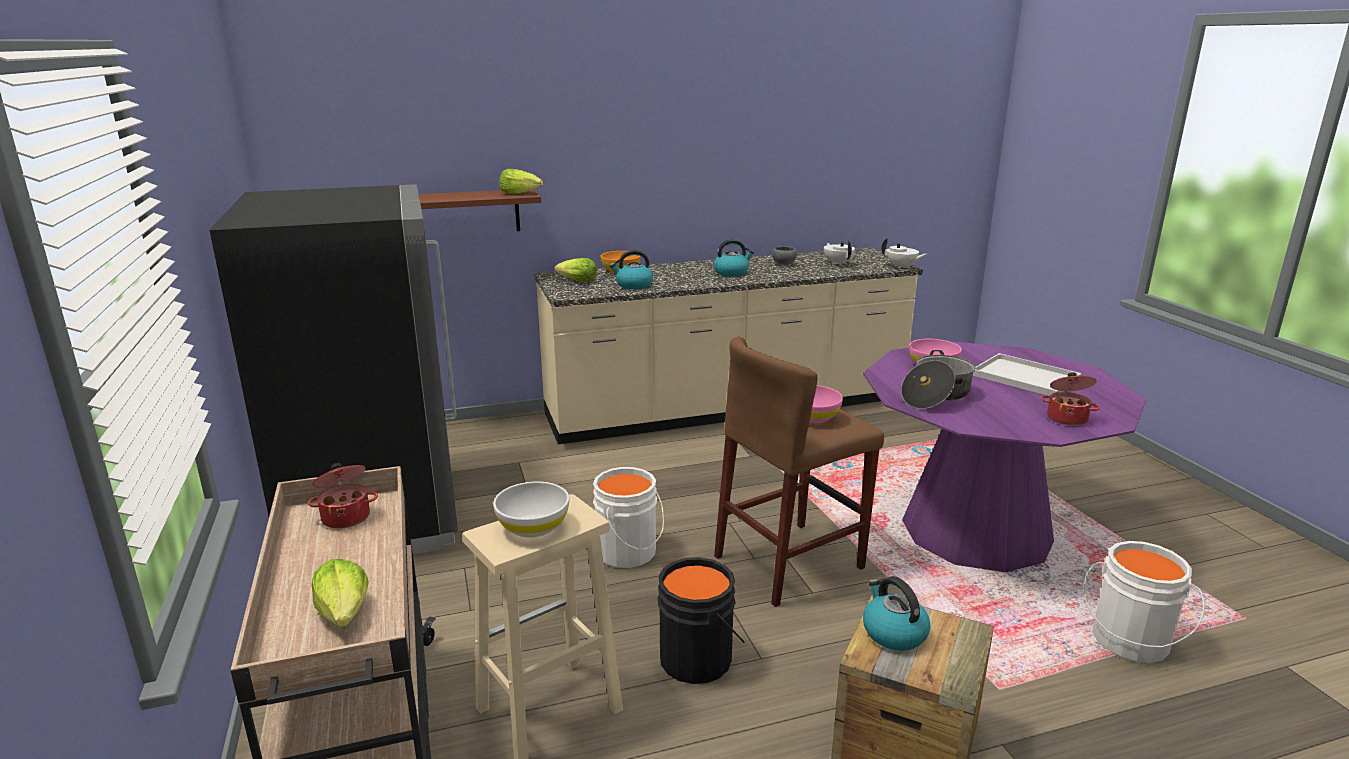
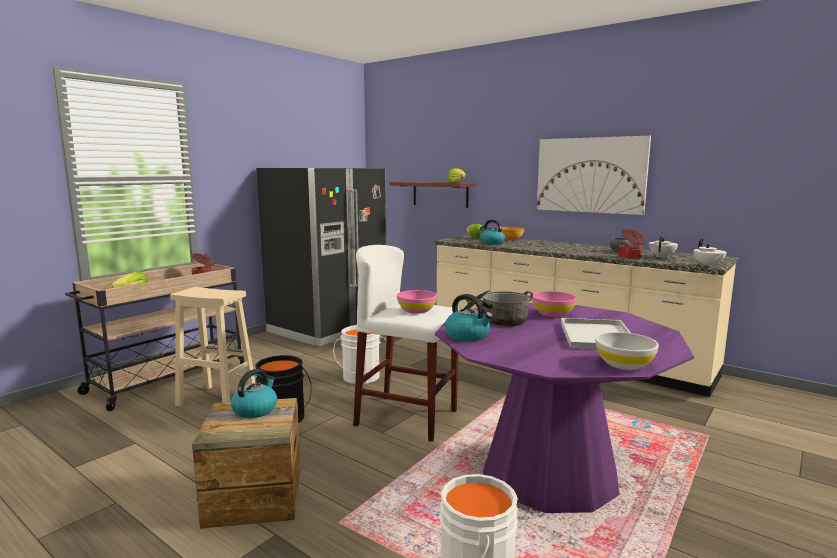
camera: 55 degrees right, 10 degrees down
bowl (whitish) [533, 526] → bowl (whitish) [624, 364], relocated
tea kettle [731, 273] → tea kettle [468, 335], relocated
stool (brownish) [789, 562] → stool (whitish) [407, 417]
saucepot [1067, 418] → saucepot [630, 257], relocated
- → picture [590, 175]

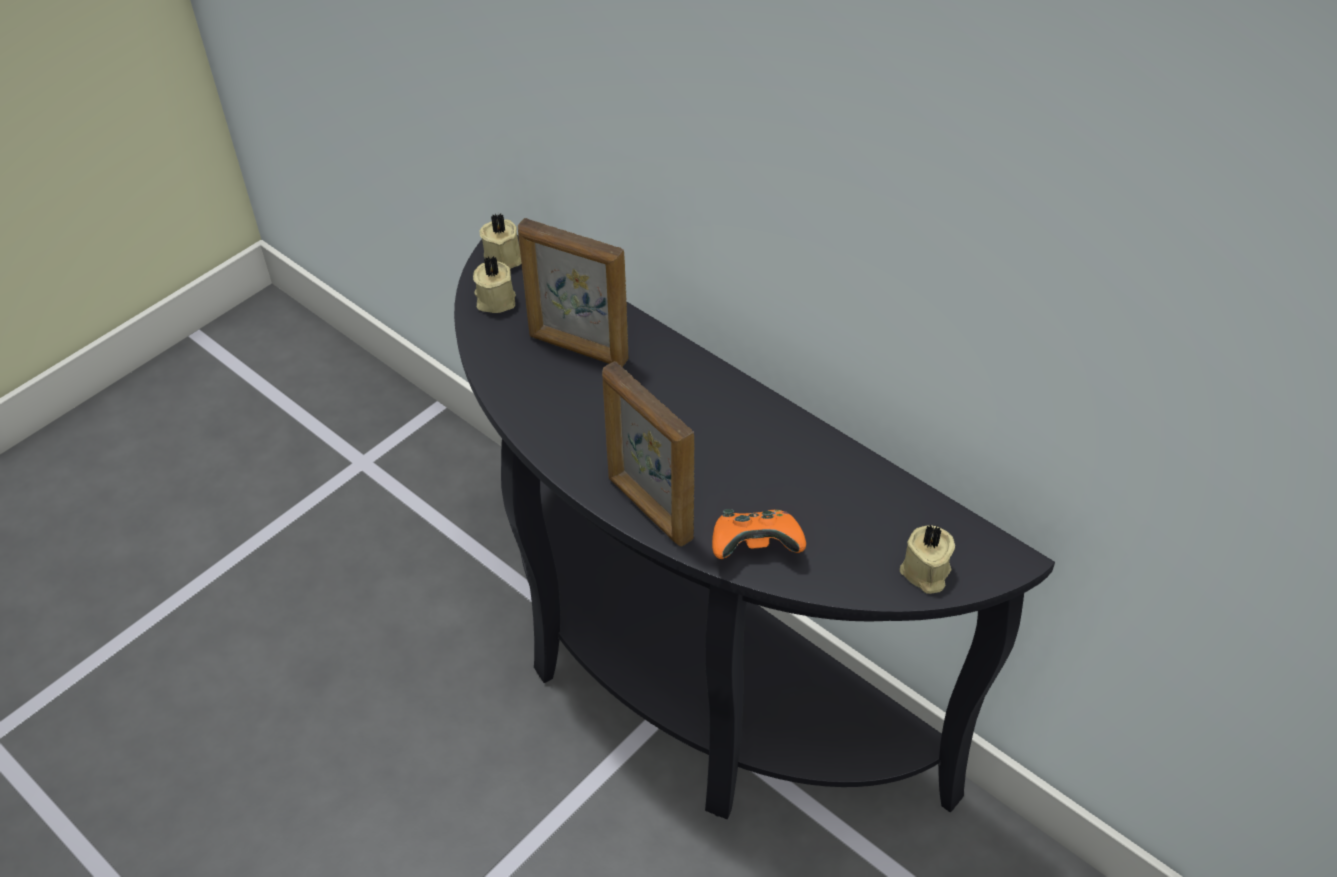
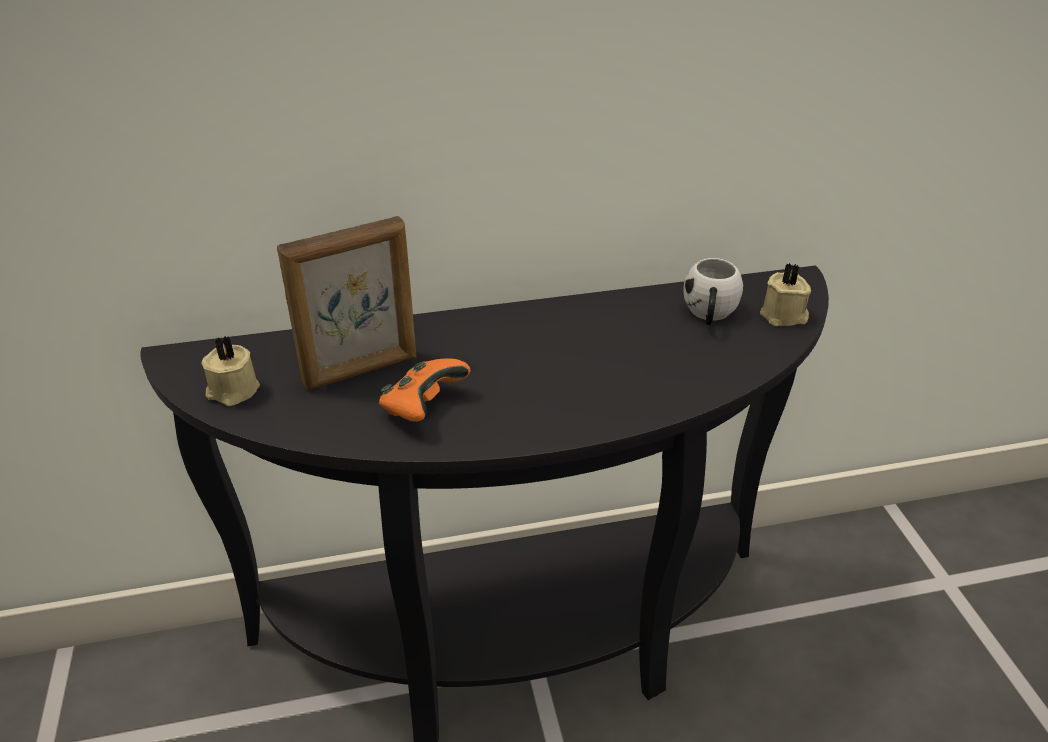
camera: 55 degrees left, 10 degrees down
wax candle (sand-coloured) [504, 257] → -
photo frame [649, 508] → -
gamepad (orange-coloured) [756, 548] → gamepad (orange-coloured) [423, 406], relocated
- → mug (whitish) [709, 315]

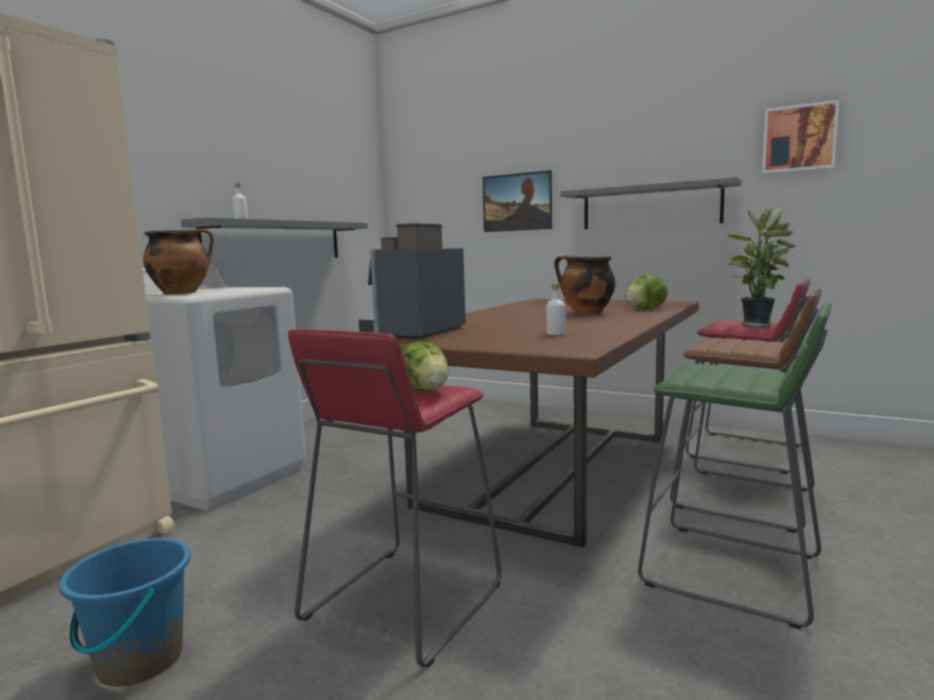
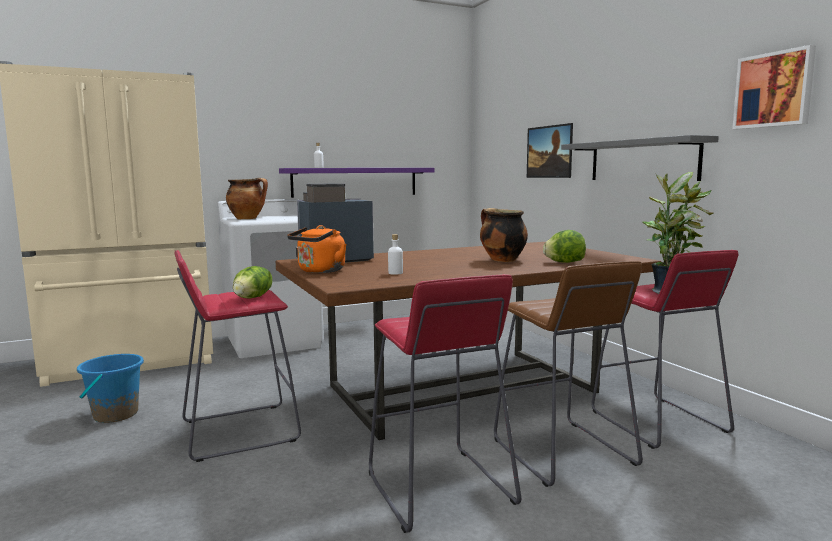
camera: 35 degrees right, 0 degrees up
wall shelf (gray) [275, 241] → wall shelf (purplish) [355, 182]
stool (greenish) [733, 572] → stool (red-coloured) [438, 489]
- → tea kettle (orange-coloured) [320, 271]

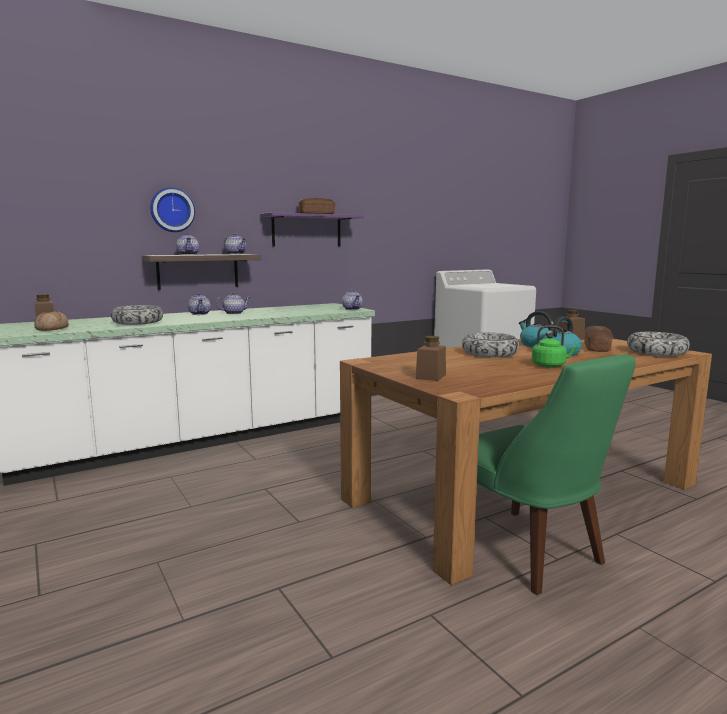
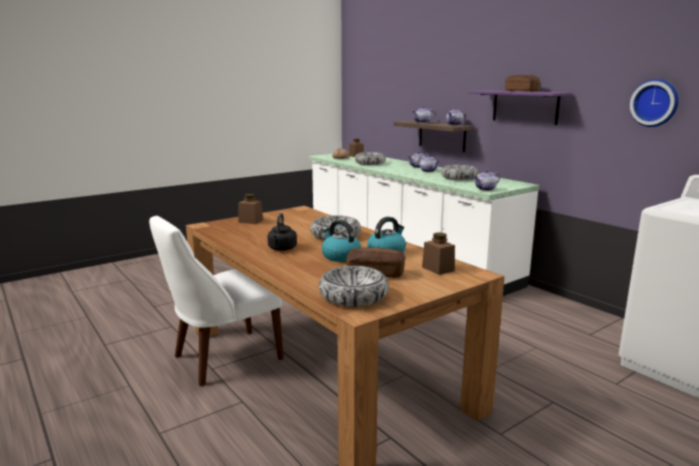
camera: 85 degrees right, 5 degrees up
hanging clock [172, 210] → hanging clock [655, 103], relocated
chair (greenish) [528, 553] → chair (whitish) [223, 358]
tea kettle (greenish) [550, 366] → tea kettle (black-coloured) [282, 249]
- → bowl [459, 178]

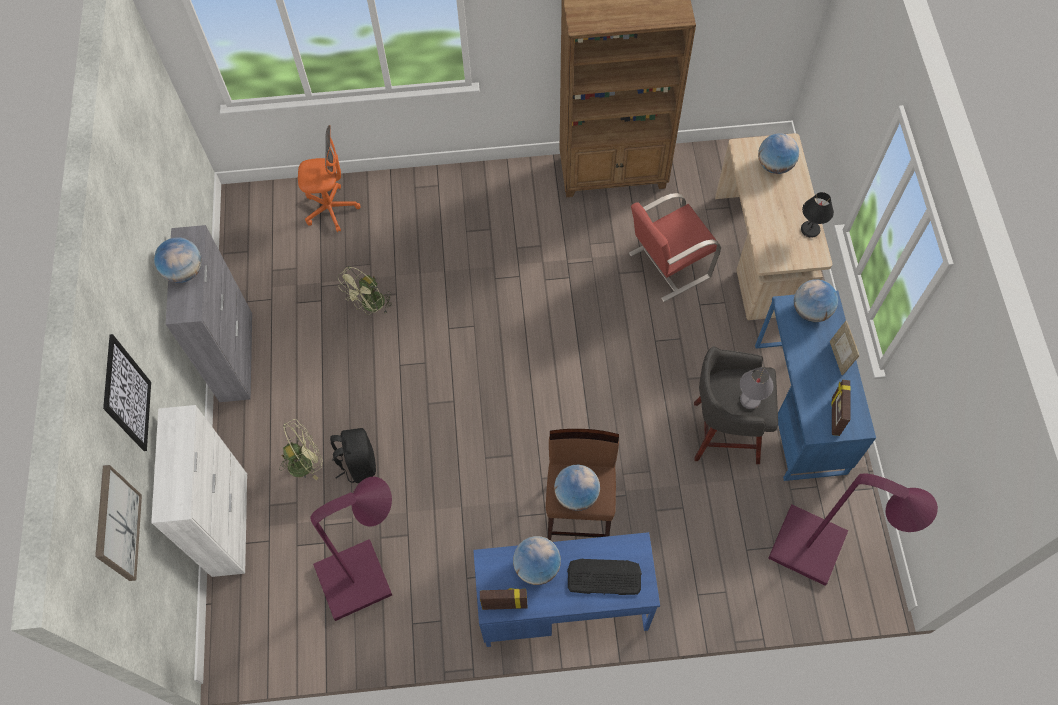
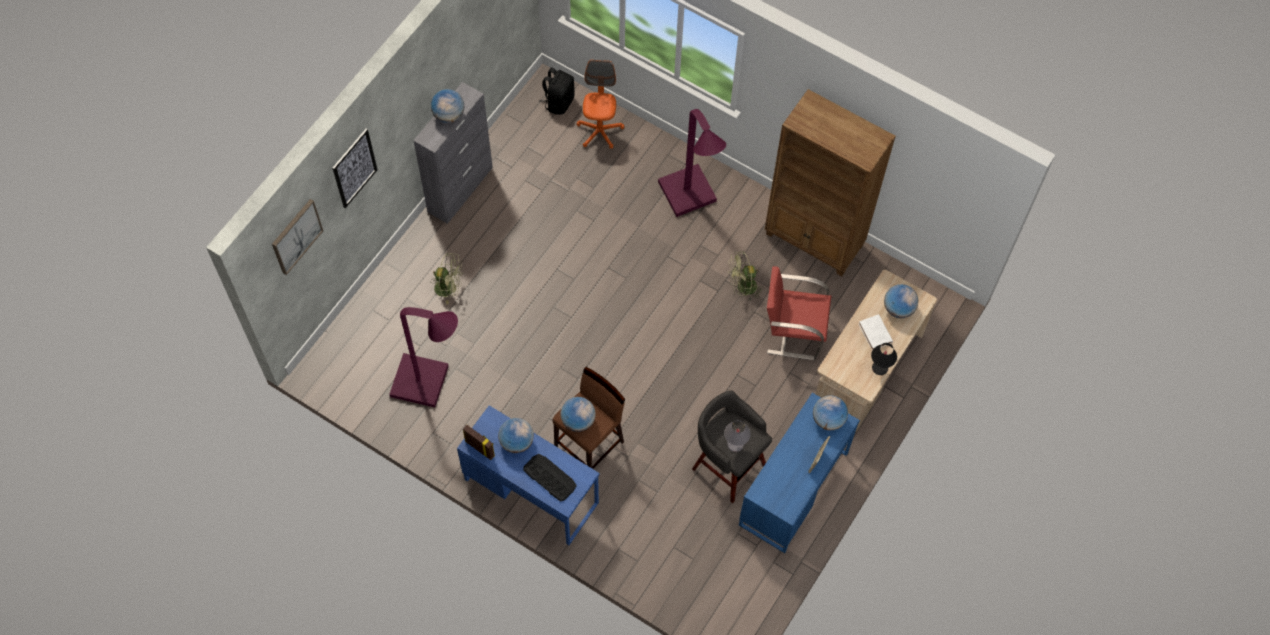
camera: 35 degrees right, 0 degrees up
cupboard (whitish) [230, 523] → -
desk chair (orange-coloured) [331, 209] → desk chair (orange-coloured) [599, 131], 120 degrees counterclockwise
backpack (black-coloured) [358, 463] → backpack (black-coloured) [559, 102], relocated
electric fan (greenish) [370, 306] → electric fan (greenish) [742, 288], relocated
floor lamp (purplish) [819, 551] → floor lamp (purplish) [691, 199], relocated
photo frame [834, 416] → -
- → book (whitish) [875, 334]

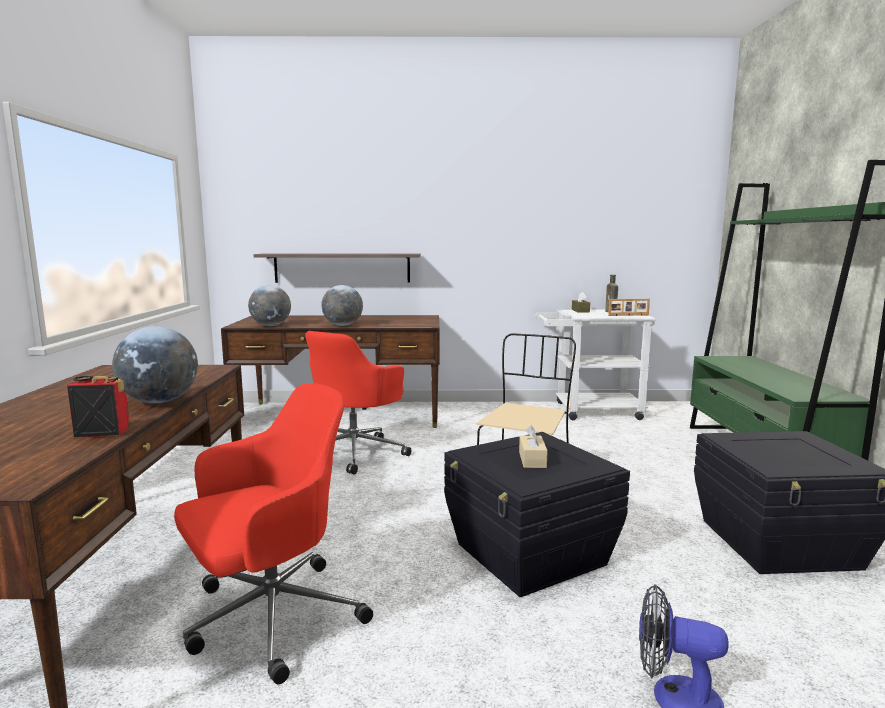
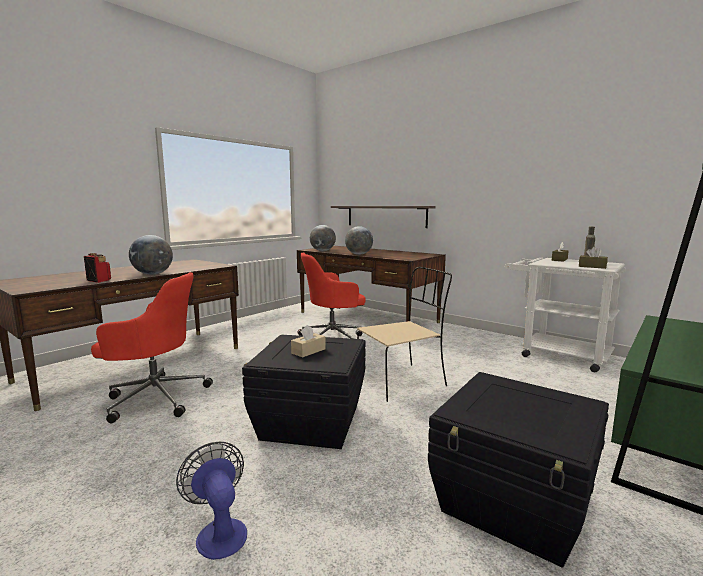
camera: 40 degrees right, 0 degrees up
photo frame [628, 315] → tissue box (brownish) [592, 266]

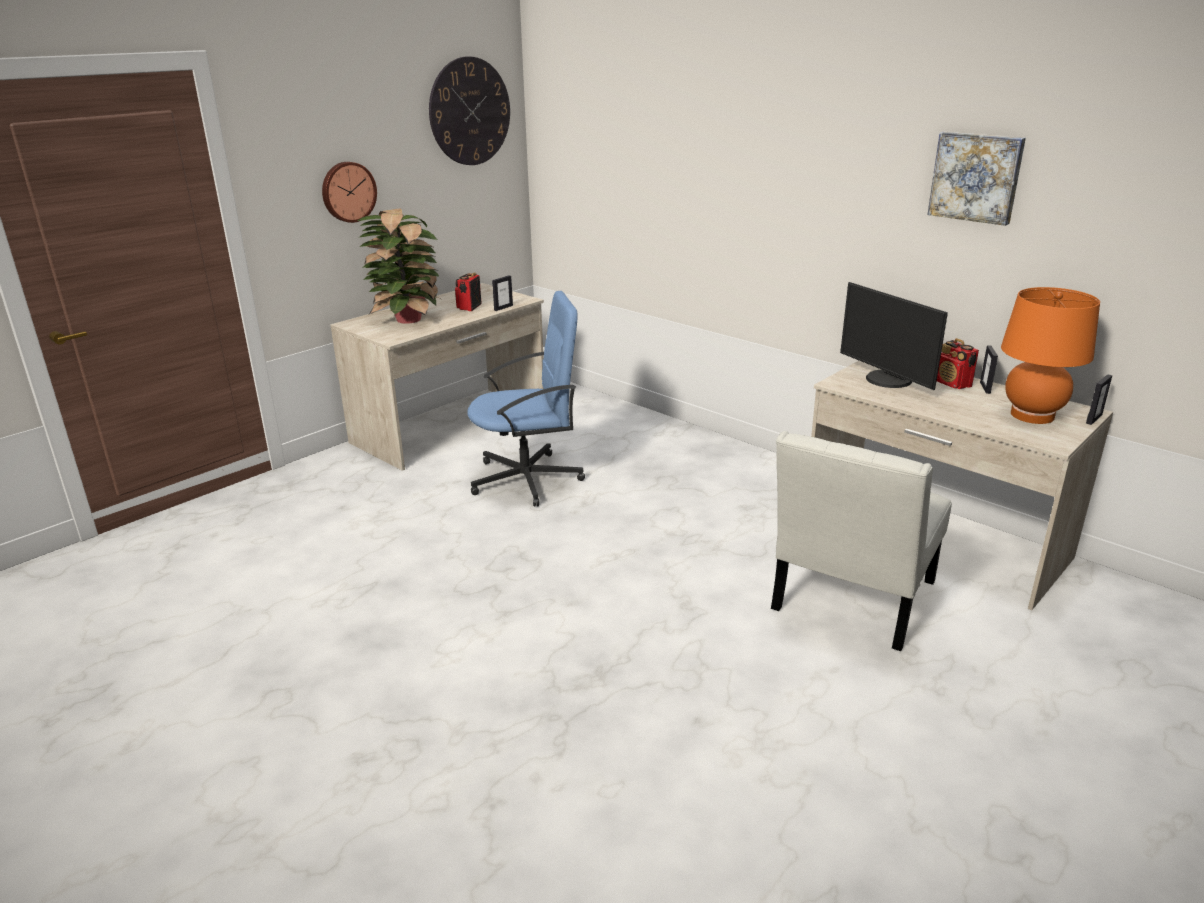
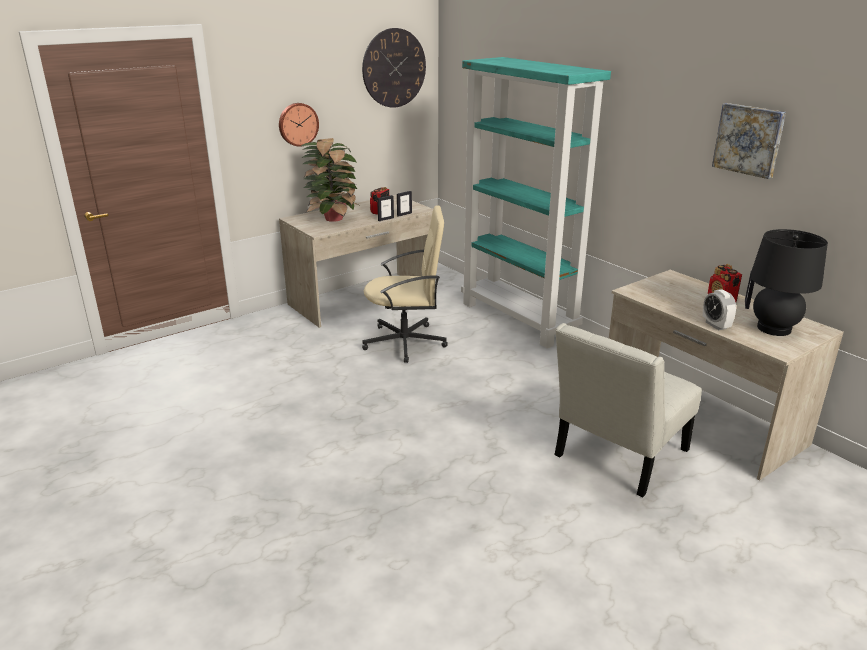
camera: 10 degrees right, 0 degrees up
desk chair (bluish) [528, 479] → desk chair (sand-coloured) [406, 342]
computer screen [886, 380] → -
lamp for a table (orange-coloured) [1032, 415] → lamp for a table (black-coloured) [774, 328]
photo frame [1093, 419] → photo frame [386, 219], relocated
- → shelving unit (blue-green) [519, 319]
- → bedside clock [716, 325]

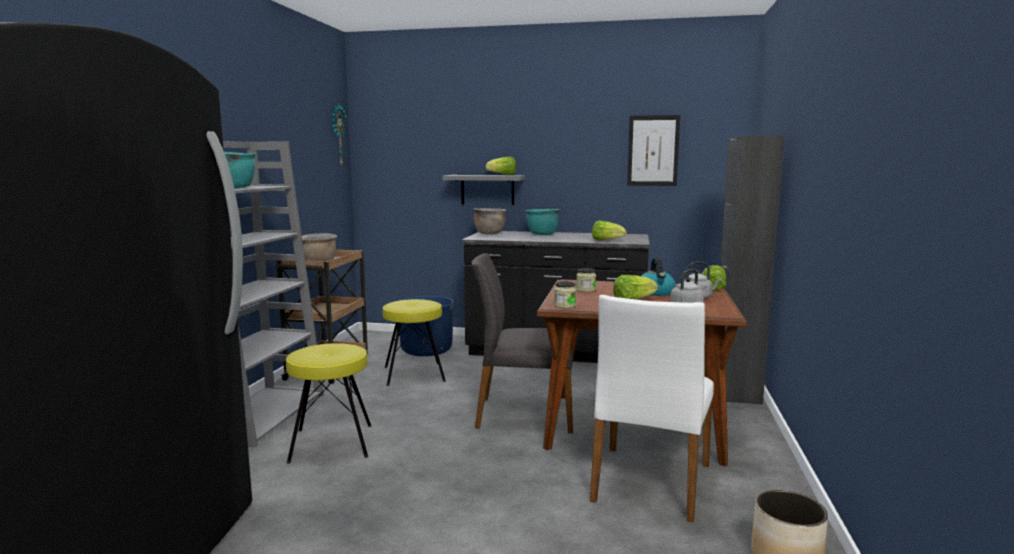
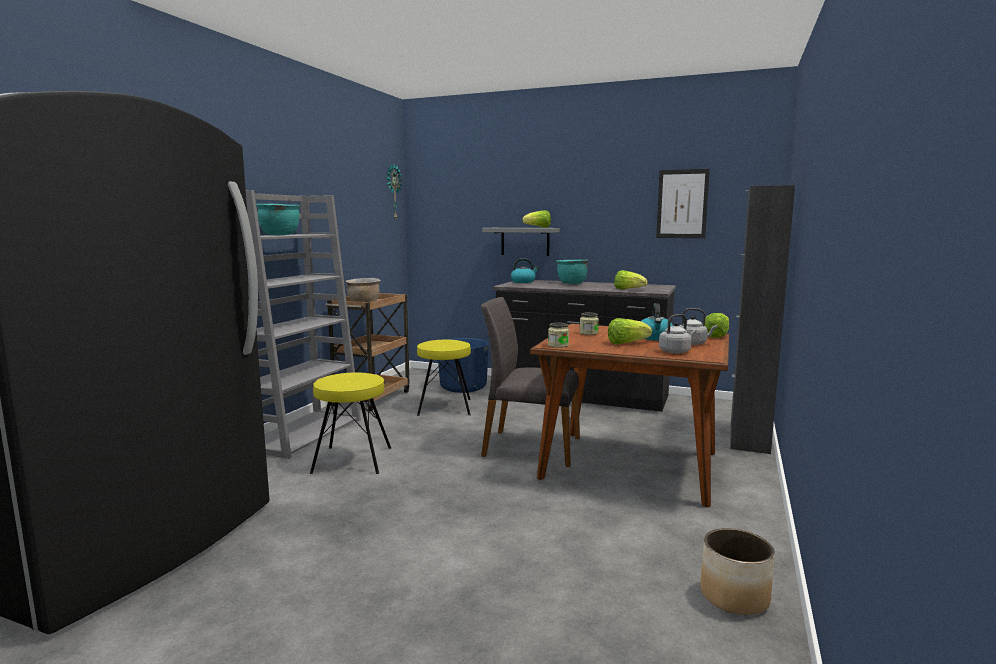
camera: 10 degrees right, 0 degrees up
saucepot (brownish) [489, 233] → tea kettle [523, 282]
chair (whitish) [649, 482] → -

